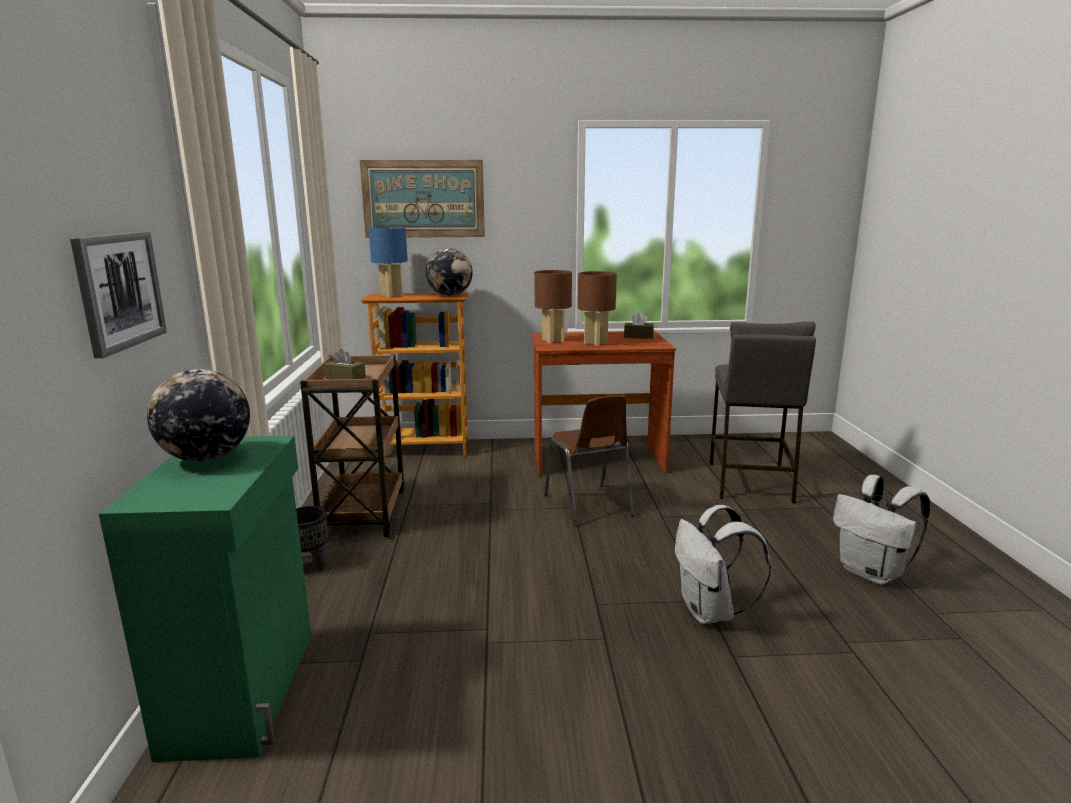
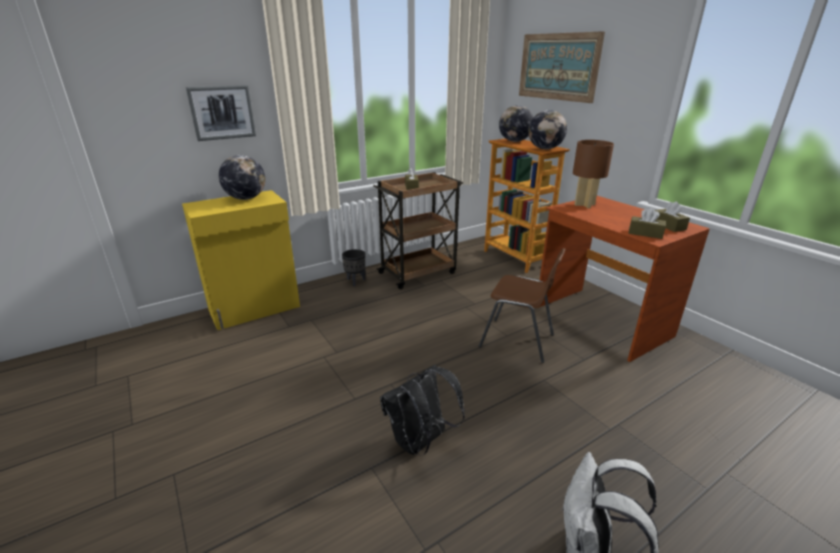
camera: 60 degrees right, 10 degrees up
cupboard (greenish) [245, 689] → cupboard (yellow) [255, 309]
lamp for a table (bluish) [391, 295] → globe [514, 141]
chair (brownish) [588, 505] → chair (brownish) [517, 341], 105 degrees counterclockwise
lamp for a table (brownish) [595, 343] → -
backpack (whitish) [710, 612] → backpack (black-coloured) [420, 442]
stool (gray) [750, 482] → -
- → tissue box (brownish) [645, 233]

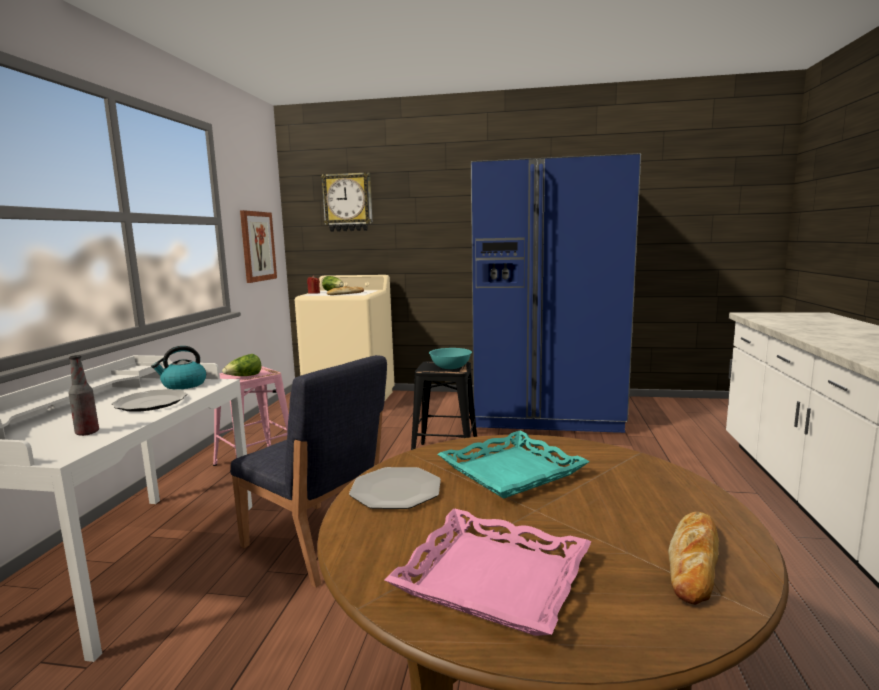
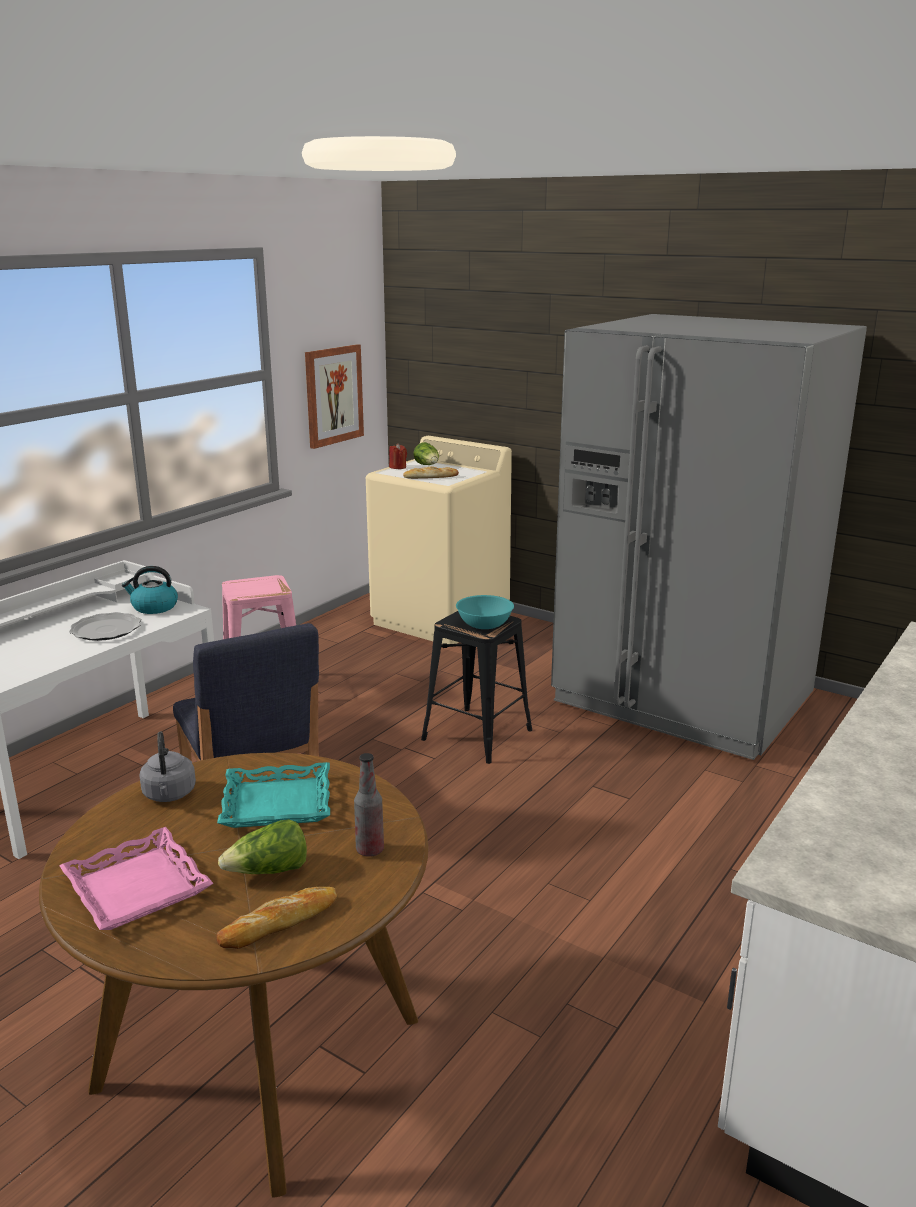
camera: 25 degrees right, 10 degrees up
beverage bottle [87, 433] → beverage bottle [370, 850], relocated
lettuce head [244, 377] → lettuce head [269, 871], relocated
hanging clock [348, 202] → -
plate [396, 490] → tea kettle (gray) [169, 795]
refrigerator (bluish) [546, 412] → refrigerator (gray) [683, 697]

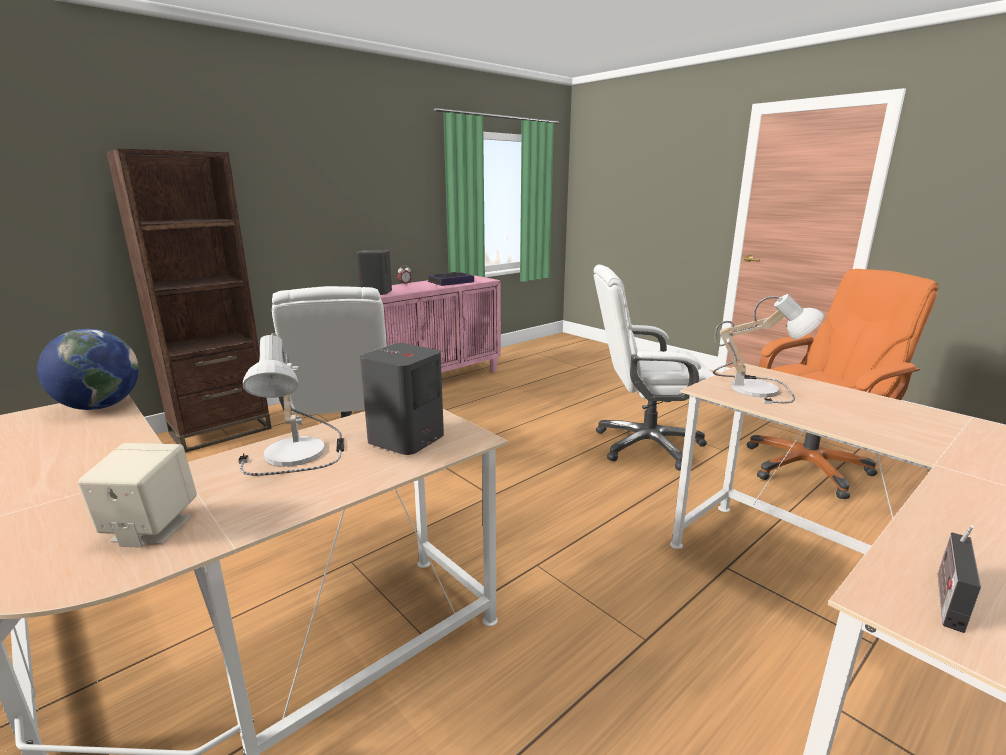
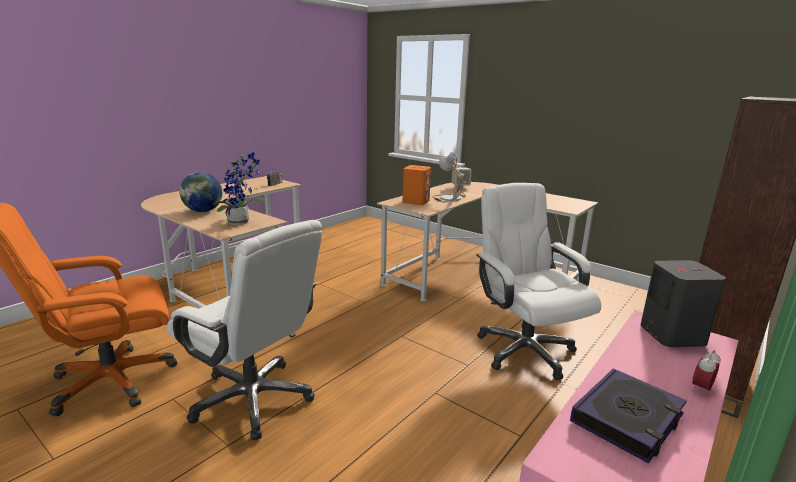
camera: 170 degrees right, 0 degrees up
globe [99, 406] → globe [203, 211], relocated
speaker (gray) [405, 439] → speaker (orange-coloured) [416, 202]
desk chair (whitish) [647, 445] → desk chair (whitish) [253, 399], 45 degrees clockwise
lamp for a table [756, 387] → houseplant [241, 222]

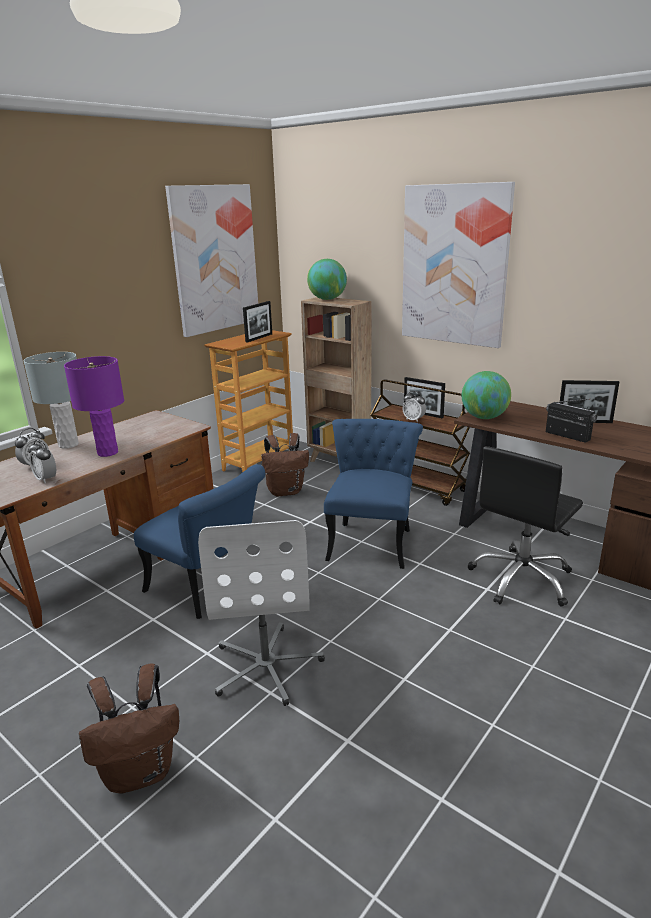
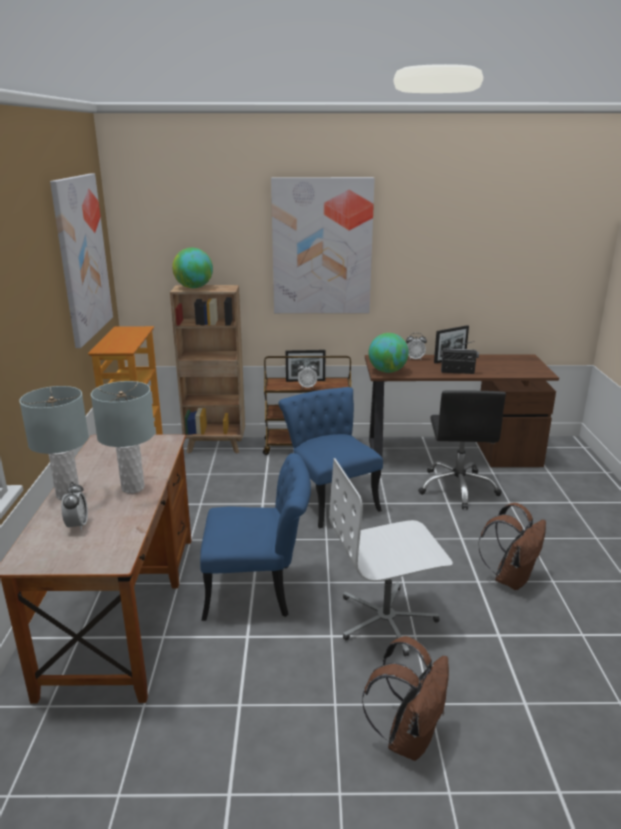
camera: 40 degrees left, 0 degrees up
bedside clock [46, 479] → bedside clock [415, 359], relocated
lamp for a table (purplish) [107, 452] → lamp for a table (gray) [132, 488]
desk chair (whitish) [267, 665] → desk chair (whitish) [386, 620], 120 degrees clockwise
photo frame [259, 338] → -
backpack (brownish) [286, 491] → backpack (brownish) [511, 578], relocated

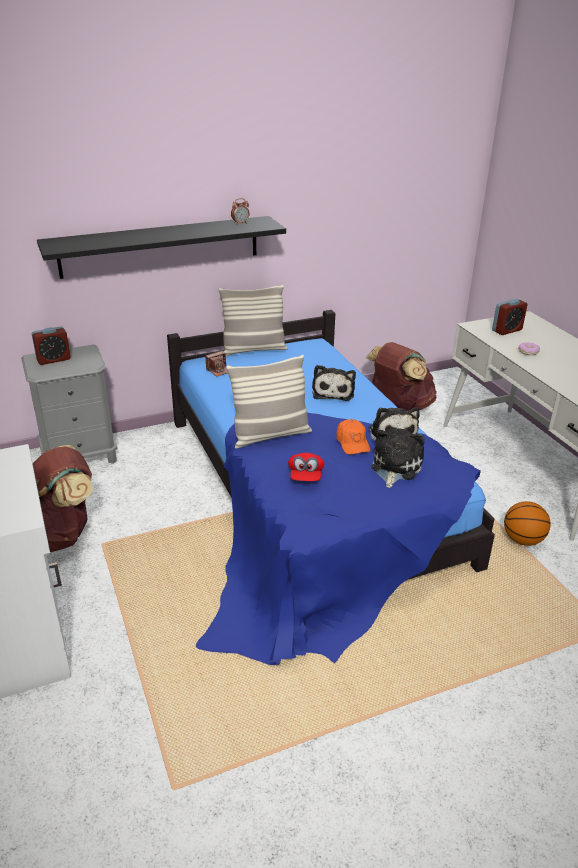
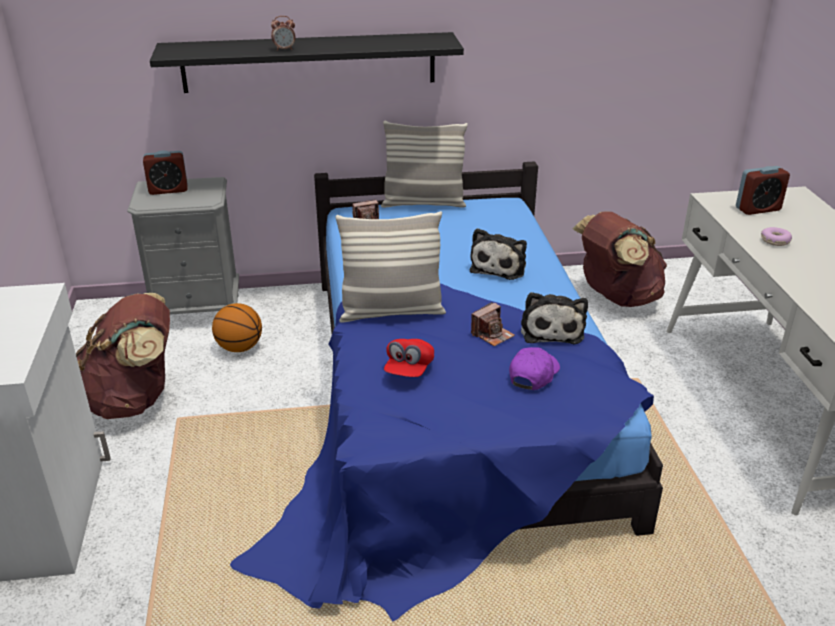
camera: 15 degrees right, 0 degrees up
bedside clock [240, 223] → bedside clock [284, 49], relocated
peaked cap (orange-coloured) [352, 442] → still camera [492, 334]
cuddly toy [395, 467] → peaked cap (purplish) [533, 374]
ball for basketball [522, 540] → ball for basketball [239, 347], relocated

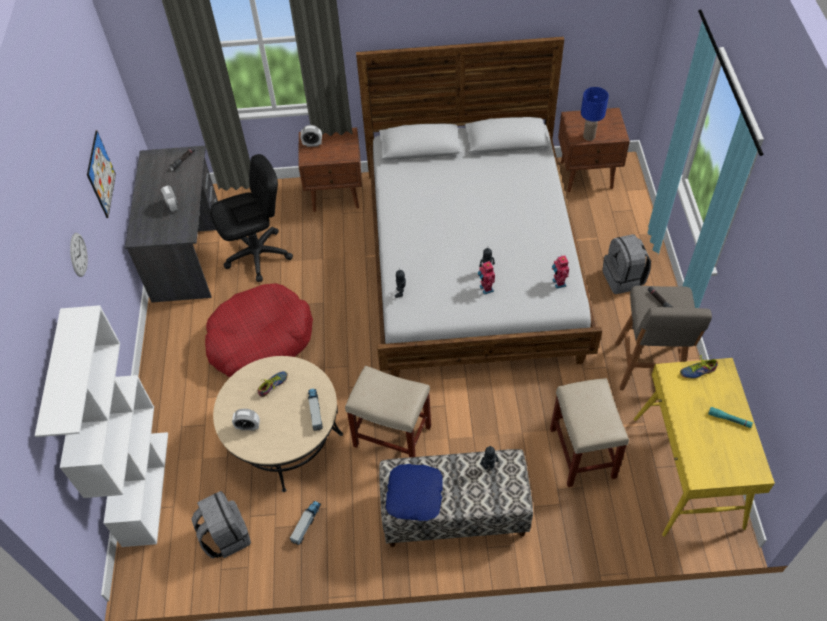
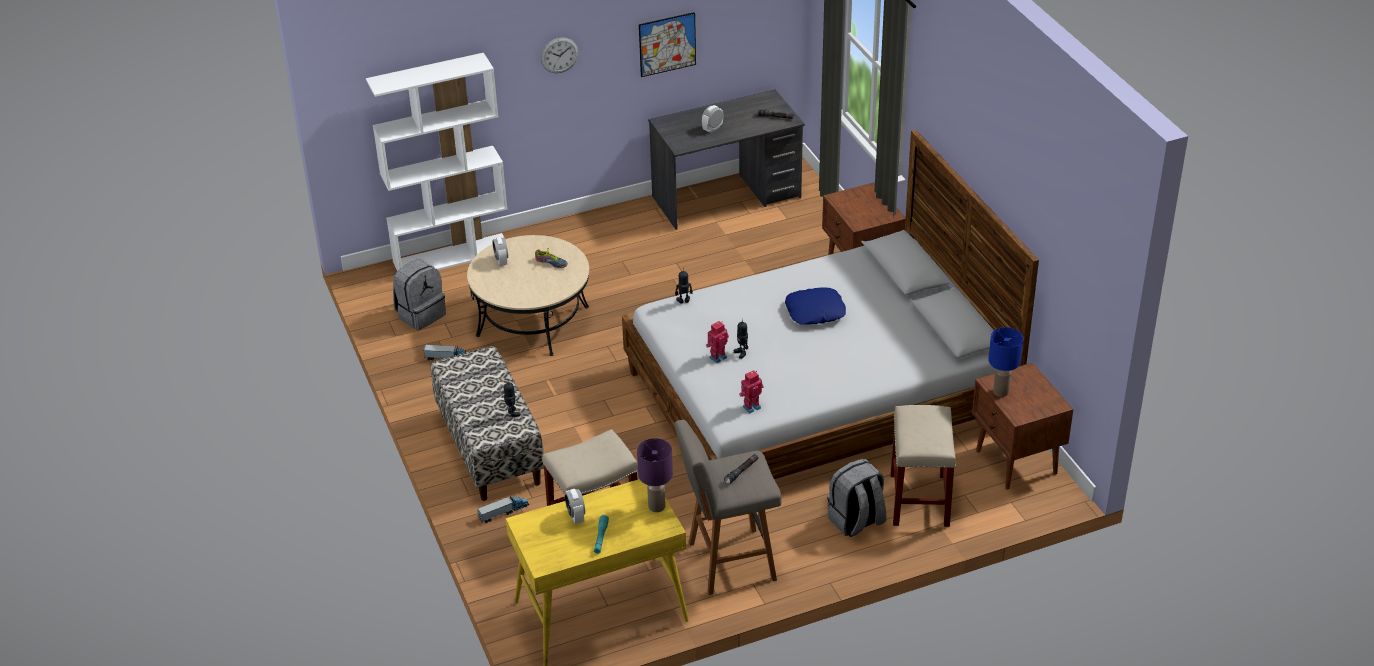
camera: 70 degrees right, 15 degrees down
pet bed (red-coloured) [260, 340] → -
desk chair (black-coloured) [258, 255] → -
bedside clock [312, 144] → bedside clock [576, 516], relocated
model truck [315, 411] → model truck [503, 512], relocated
stool (sand-coloured) [391, 436] → stool (sand-coloured) [919, 499], relocated
throw pillow (bluish) [415, 495] → throw pillow (bluish) [815, 312], relocated
shoe [697, 370] → lamp for a table (purplish) [656, 506]

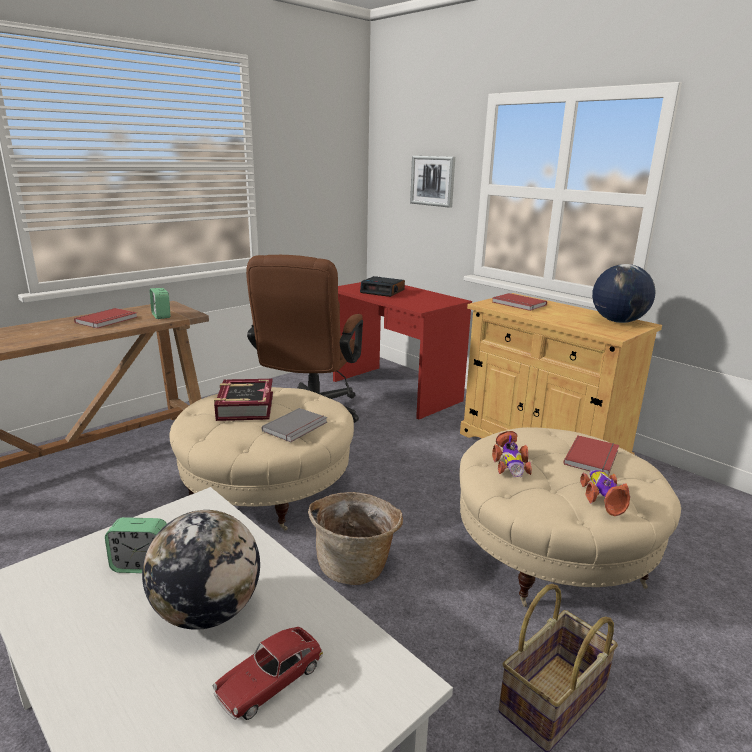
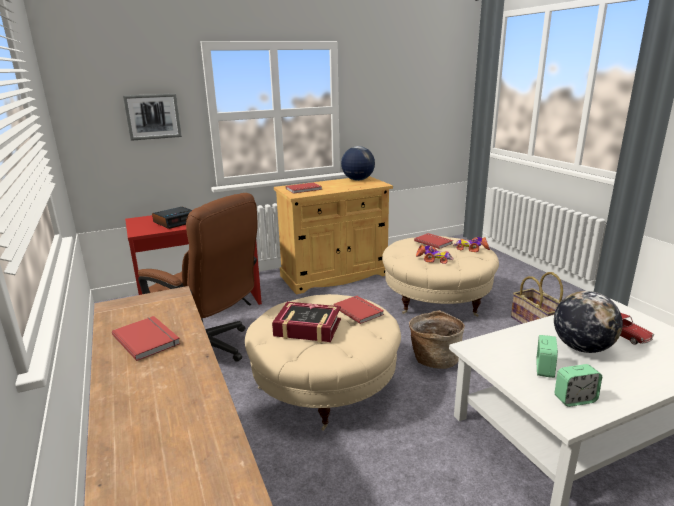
camera: 70 degrees left, 0 degrees up
bedside clock [161, 316] → bedside clock [575, 399], relocated
book (gray) [296, 427] → book (red-coloured) [359, 310]

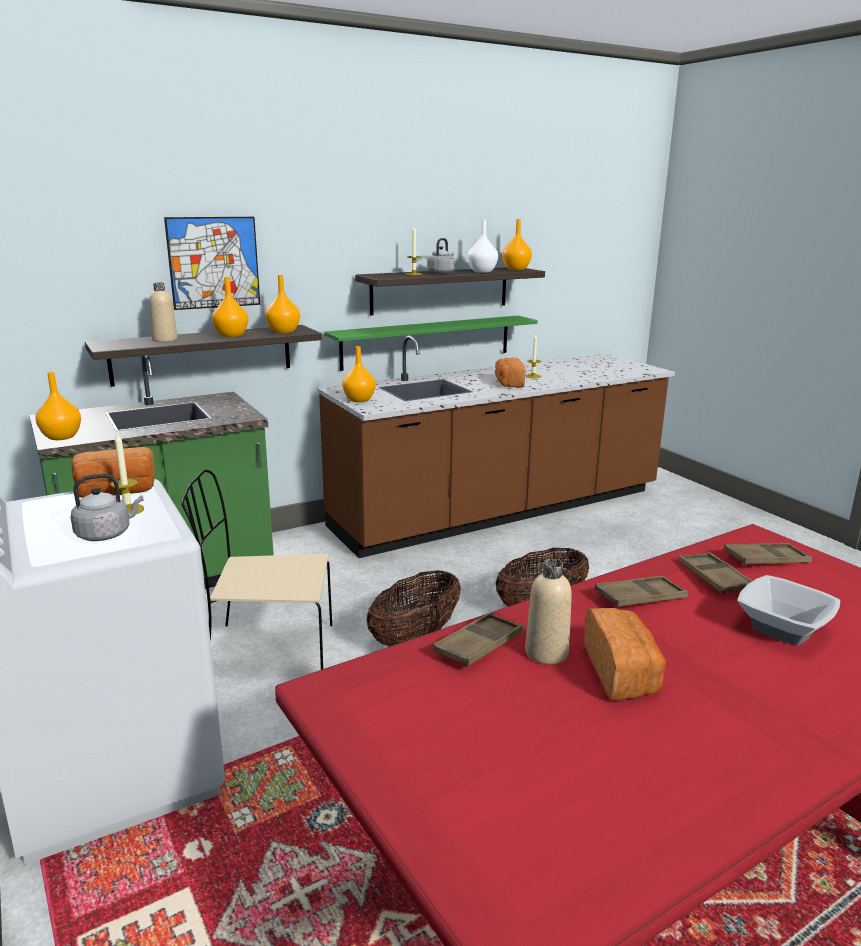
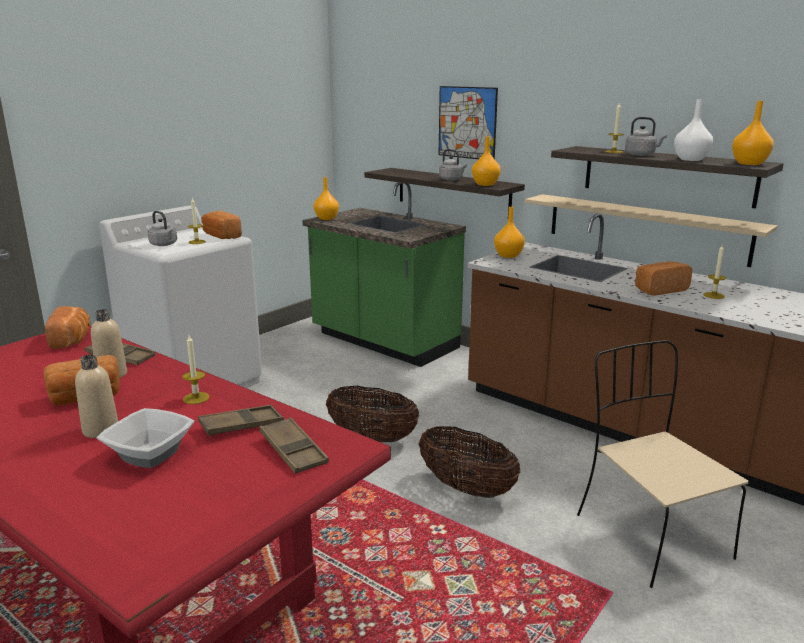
camera: 70 degrees right, 0 degrees up
beverage bottle (sand-coloured) [165, 340] → beverage bottle (sand-coloured) [100, 430], relocated
chair (sand-coloured) [267, 653] → chair (sand-coloured) [649, 534], relocated
vase (orange-coloured) [232, 335] → tea kettle (gray) [452, 179]
wall shelf (greenish) [427, 342] → wall shelf (sand-coloured) [645, 228]
serving tray (brownish) [640, 597] → wax candle [196, 398]
- → bread [72, 340]

